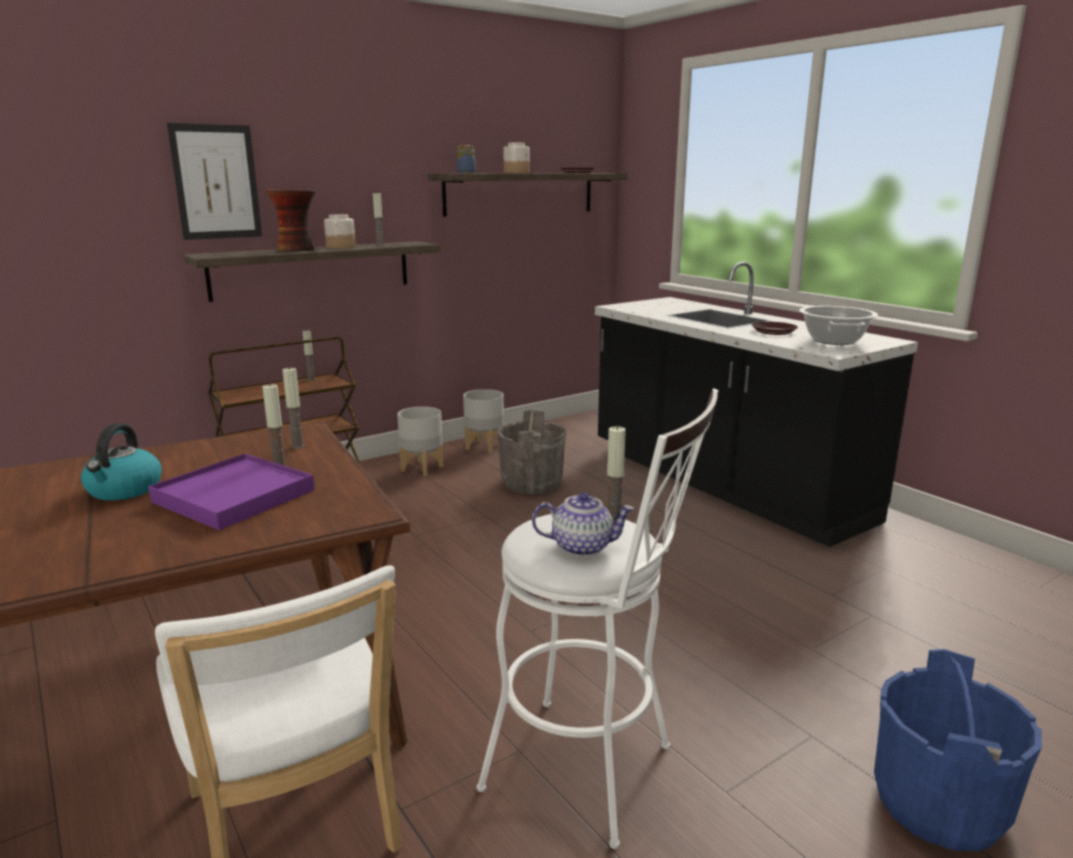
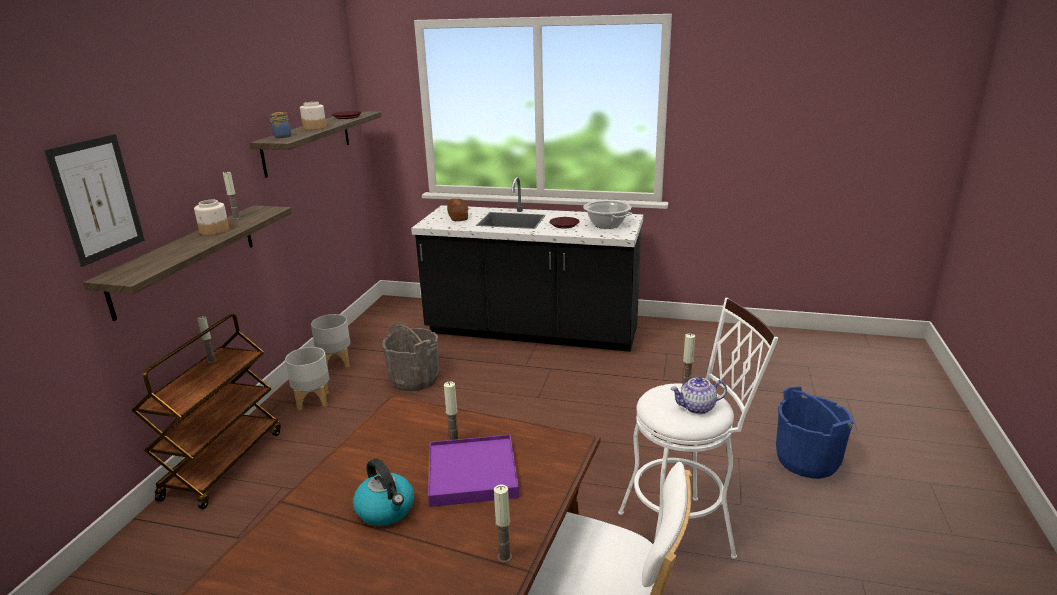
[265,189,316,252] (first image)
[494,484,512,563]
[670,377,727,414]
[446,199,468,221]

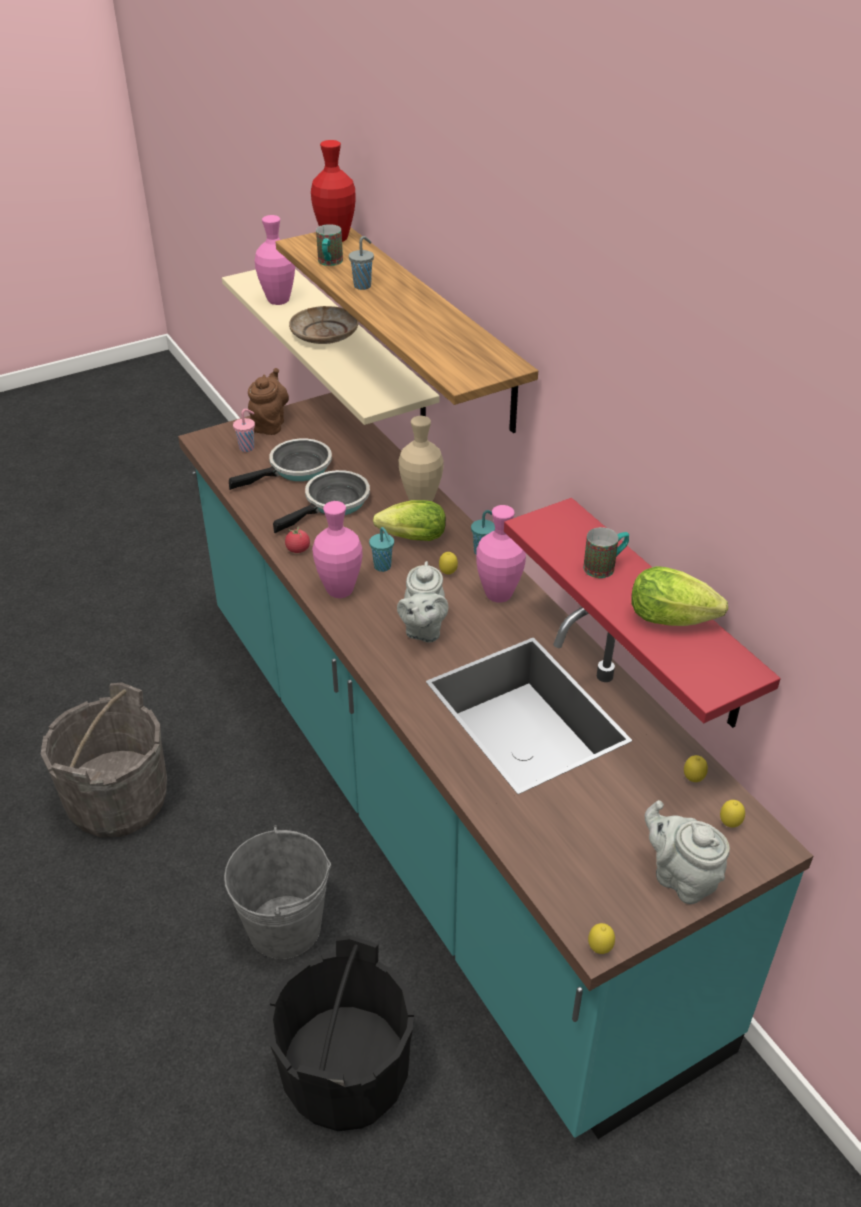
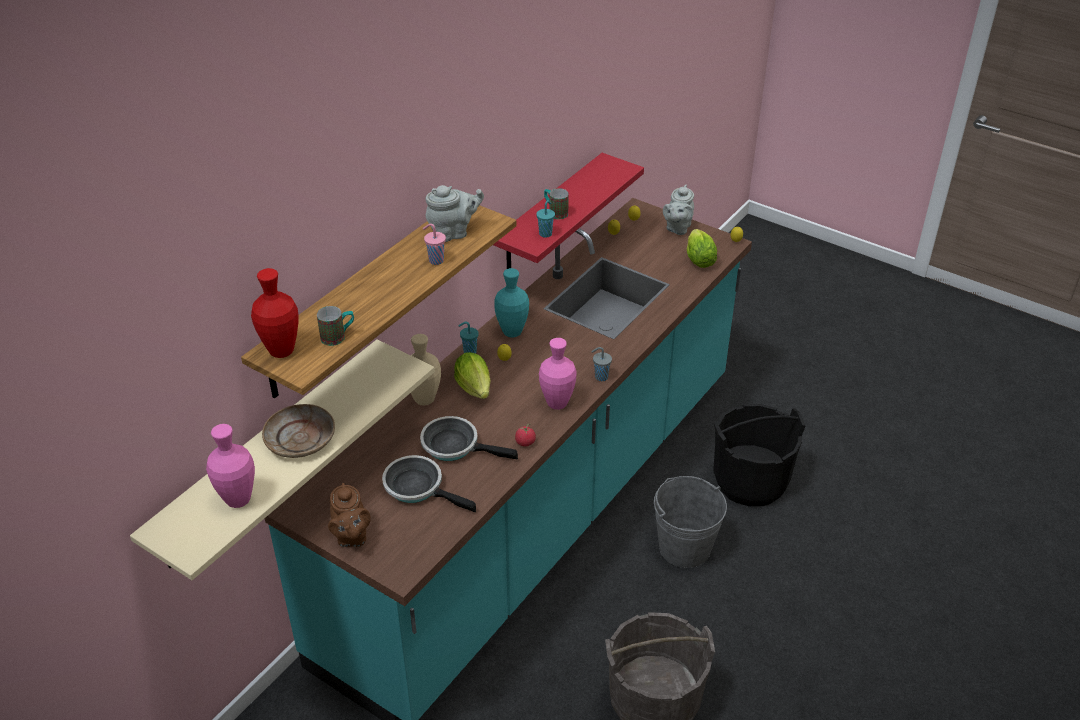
[591,347,612,381]
[328,483,371,547]
[423,224,446,265]
[494,268,529,337]
[536,200,555,238]
[426,185,484,242]
[687,229,717,268]

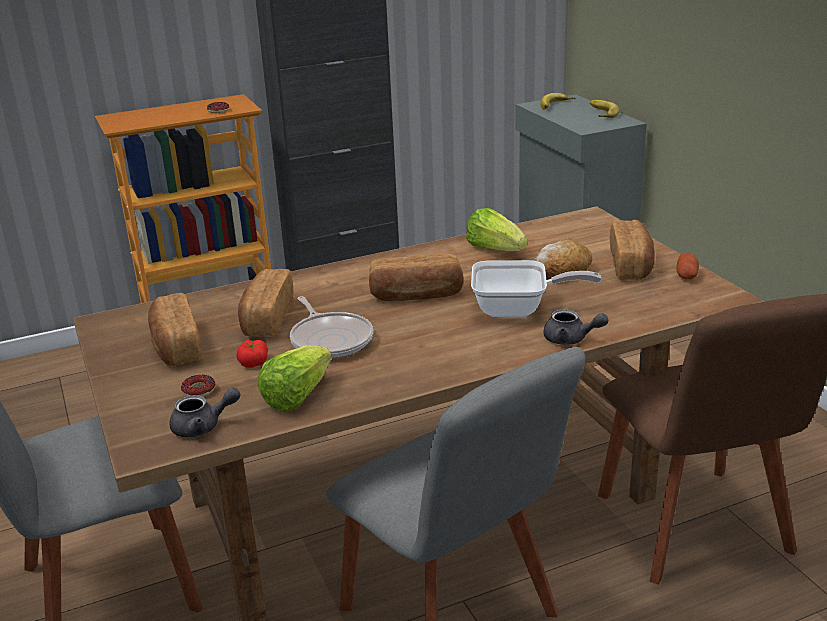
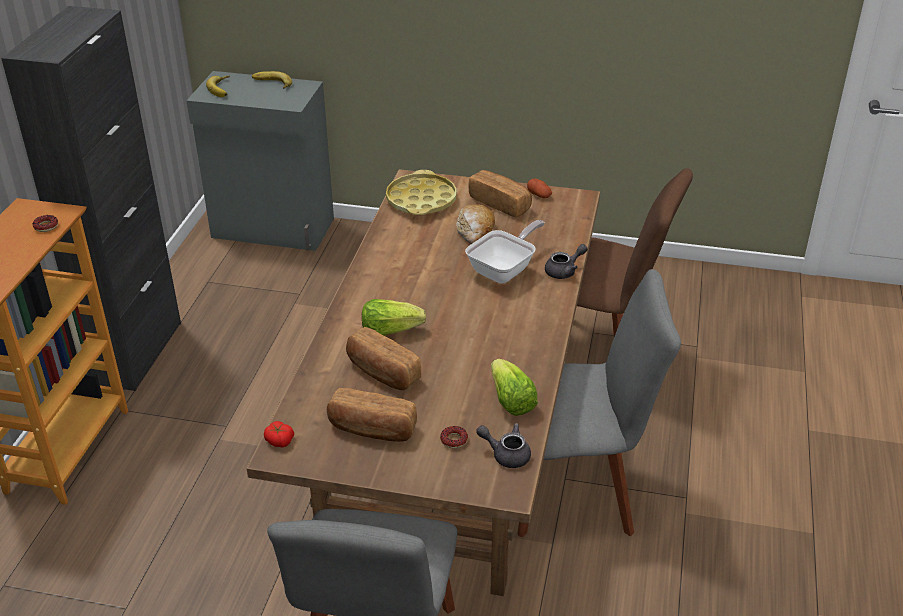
[362,299,426,336]
[369,254,464,301] (first image)
[290,296,373,358] (first image)
[264,421,294,448]
[476,423,531,468]
[386,170,457,215]

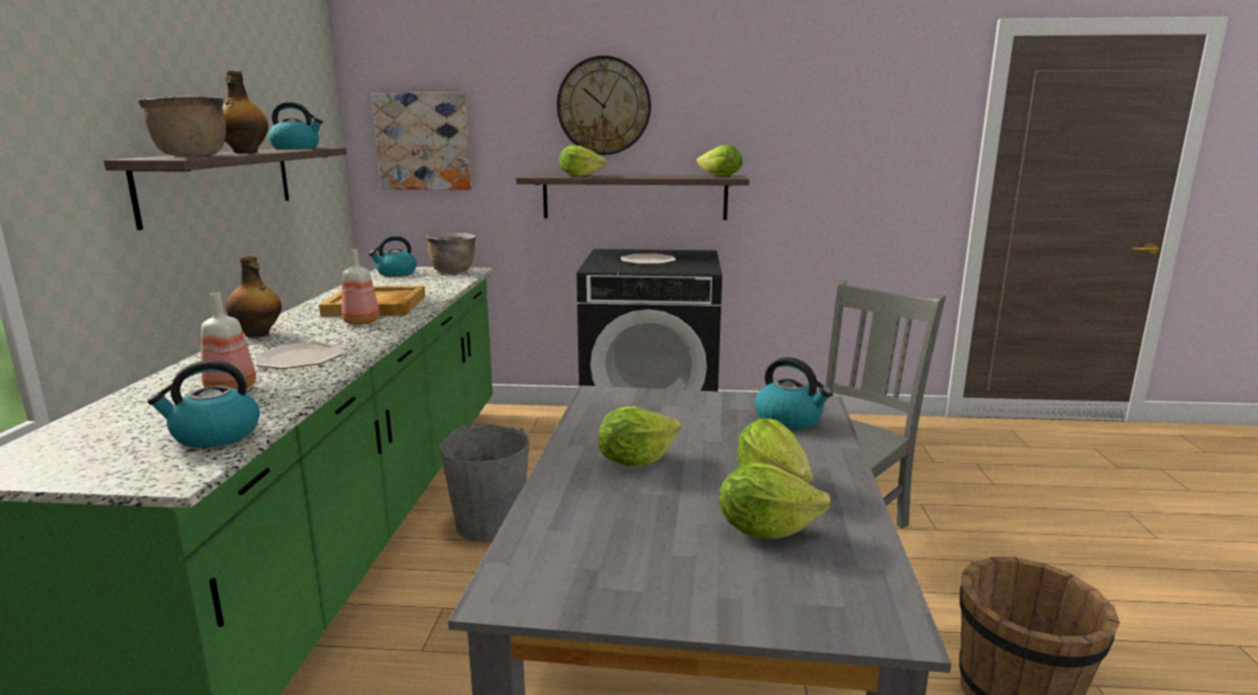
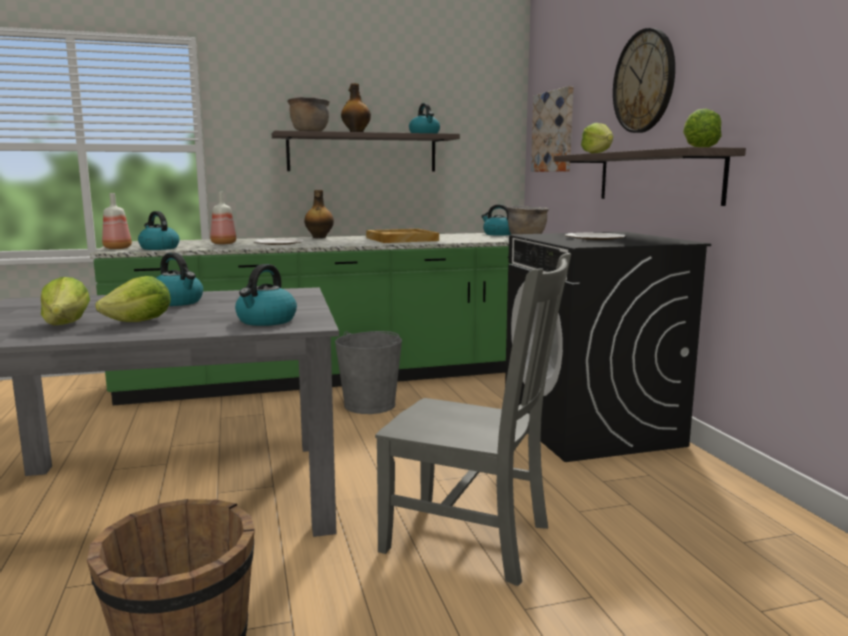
[102,193,132,249]
[156,253,203,306]

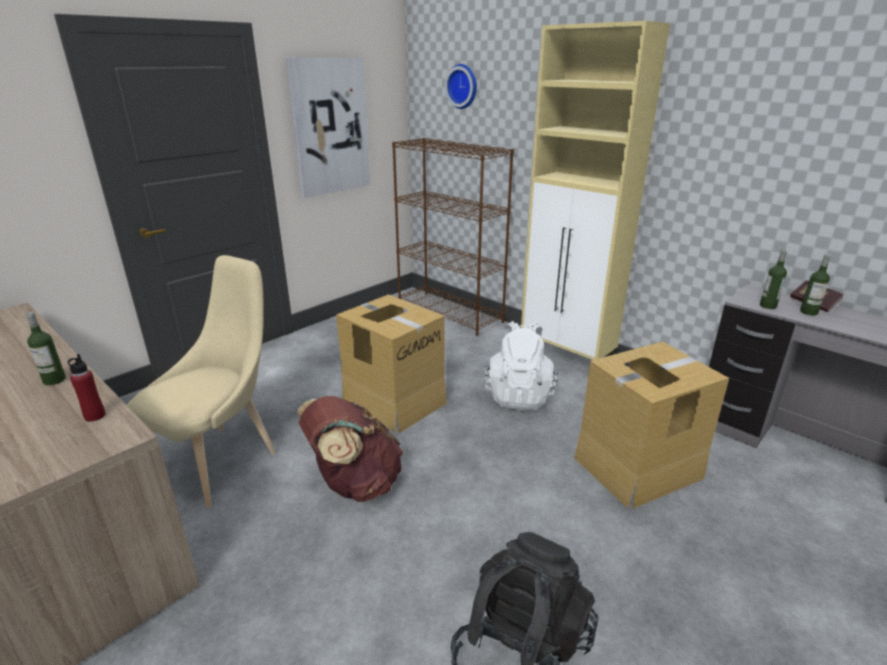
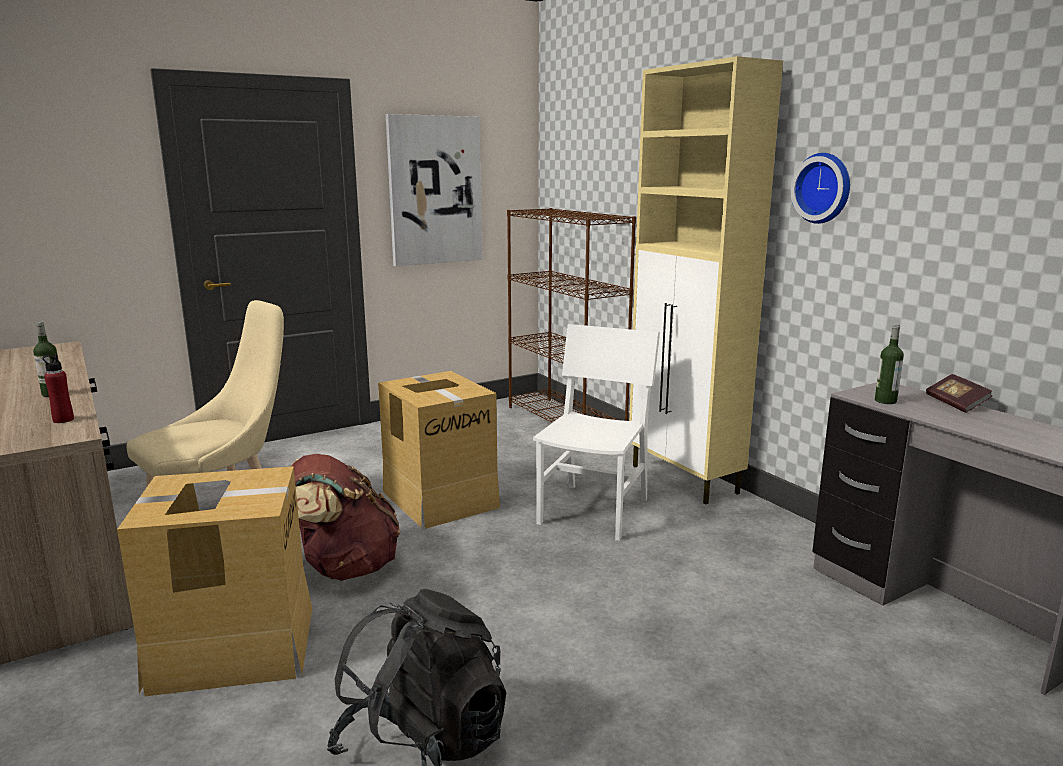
[790,153,850,224]
[800,254,831,315] (first image)
[533,324,660,541]
[117,466,312,696]

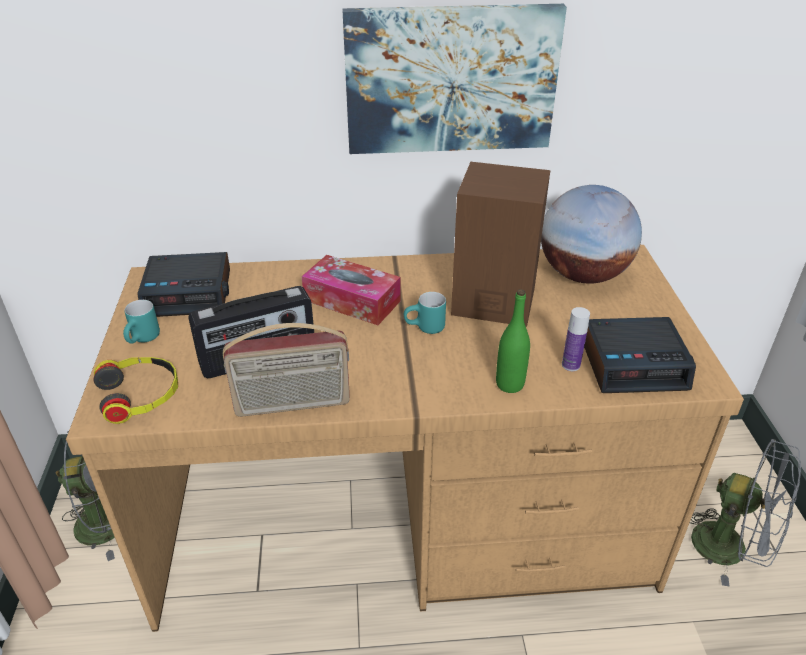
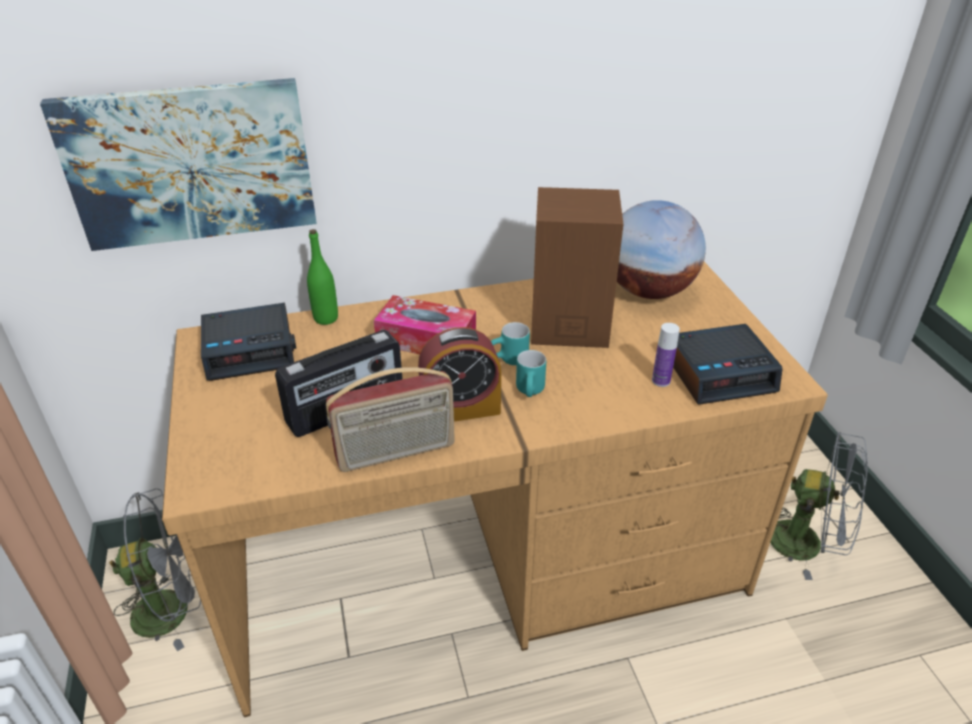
[40,78,317,251]
[307,229,338,325]
[516,350,546,397]
[93,357,178,424] (first image)
[418,327,501,422]

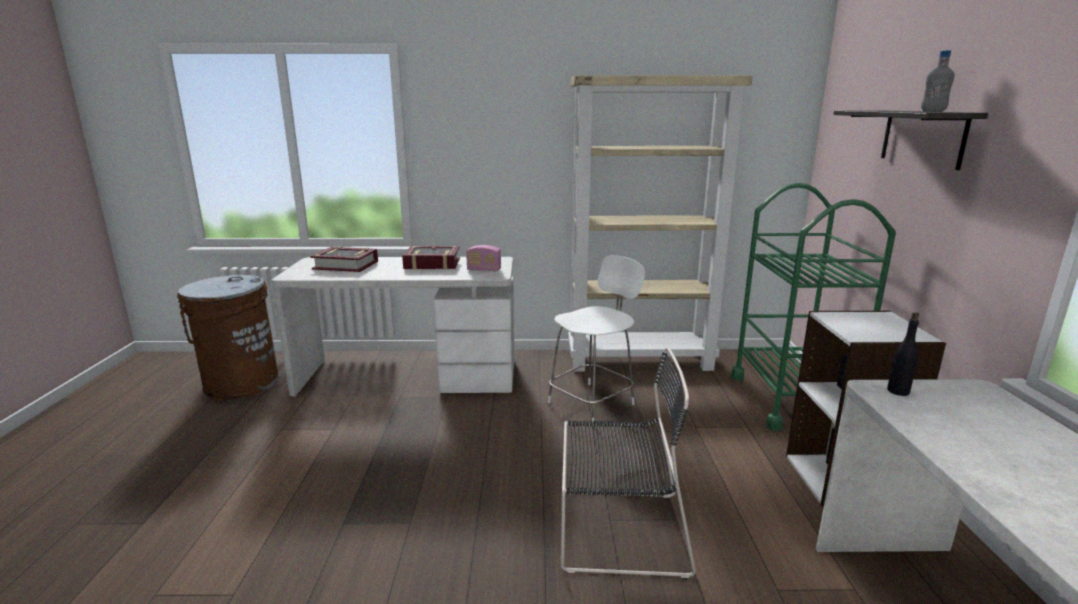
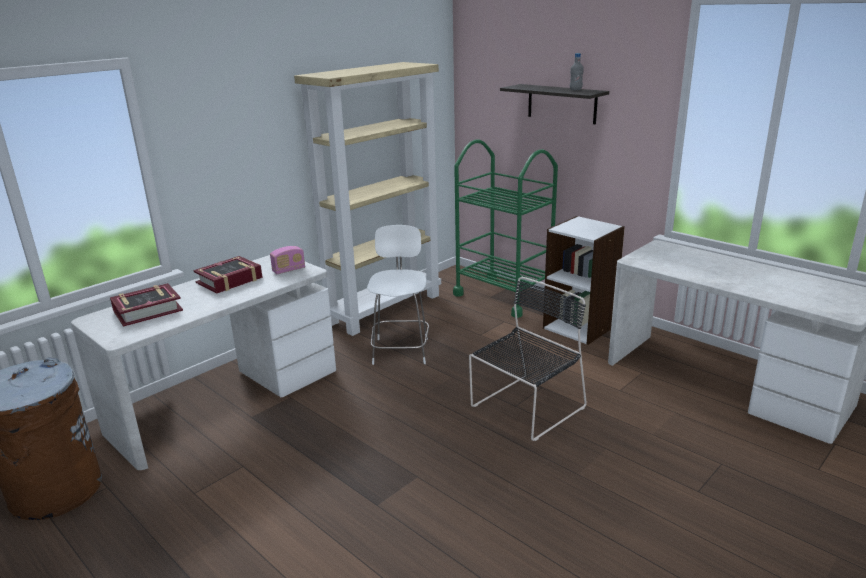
[887,312,919,396] (first image)

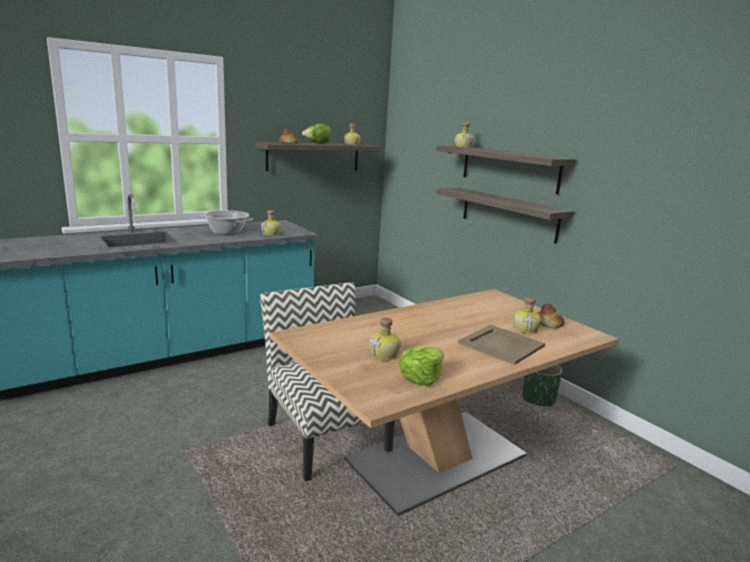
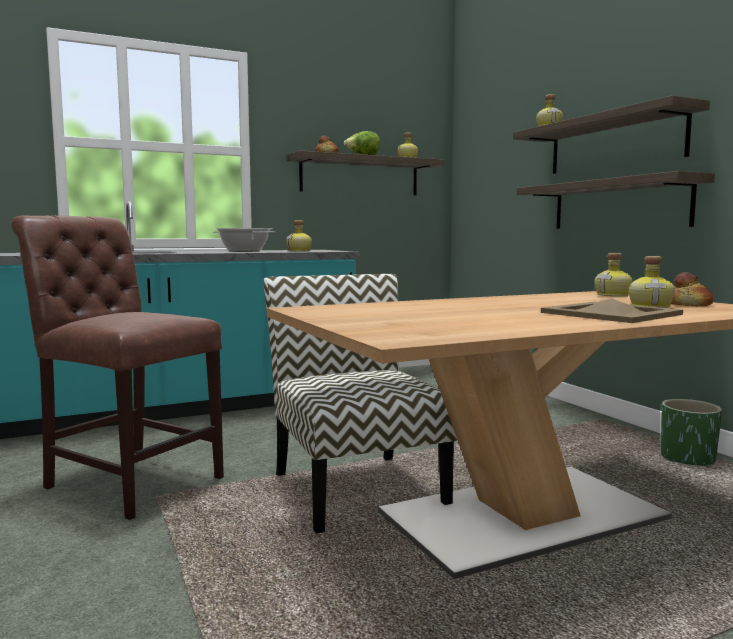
[595,253,632,297]
[399,346,444,386] (first image)
[11,215,224,520]

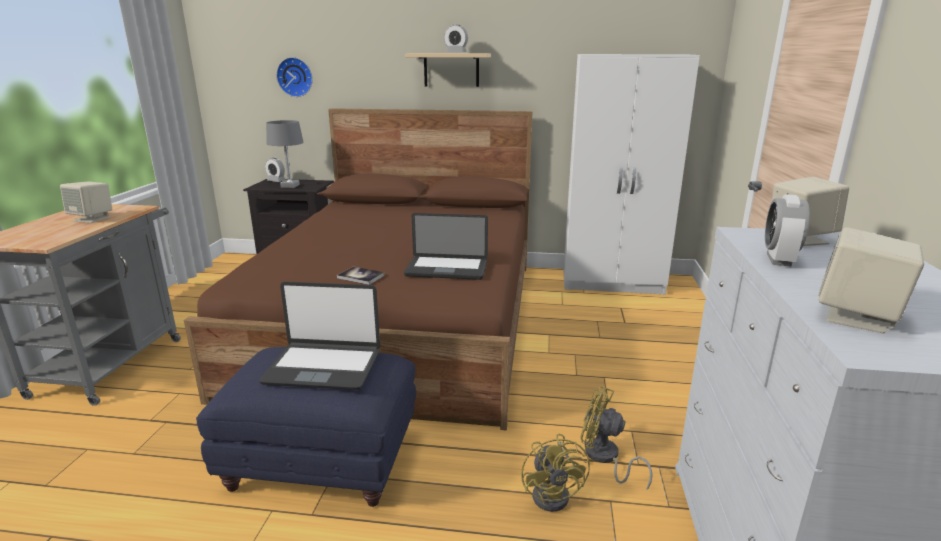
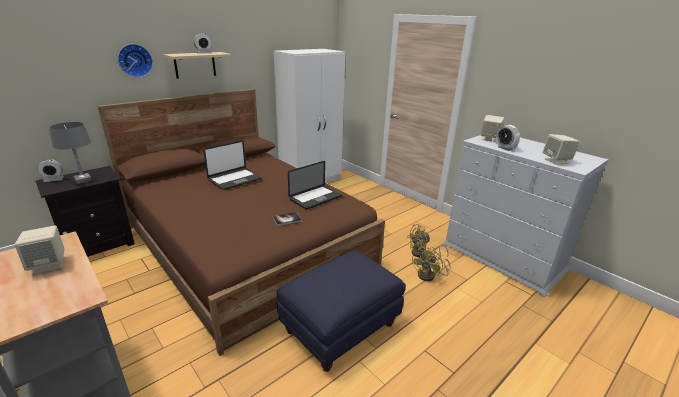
[118,44,153,78]
[203,140,262,190]
[411,247,451,281]

